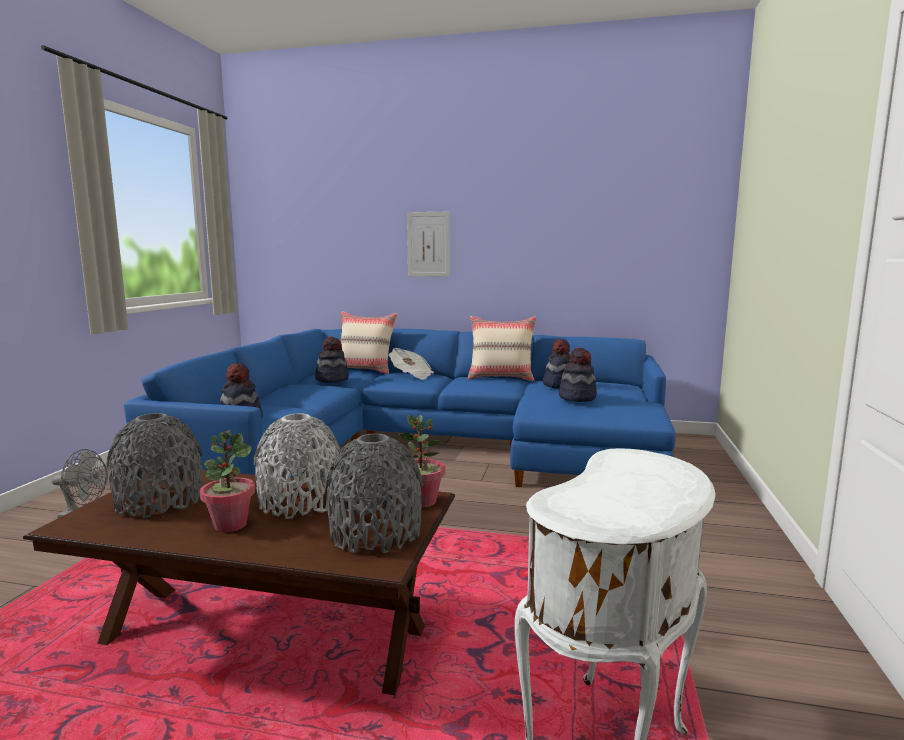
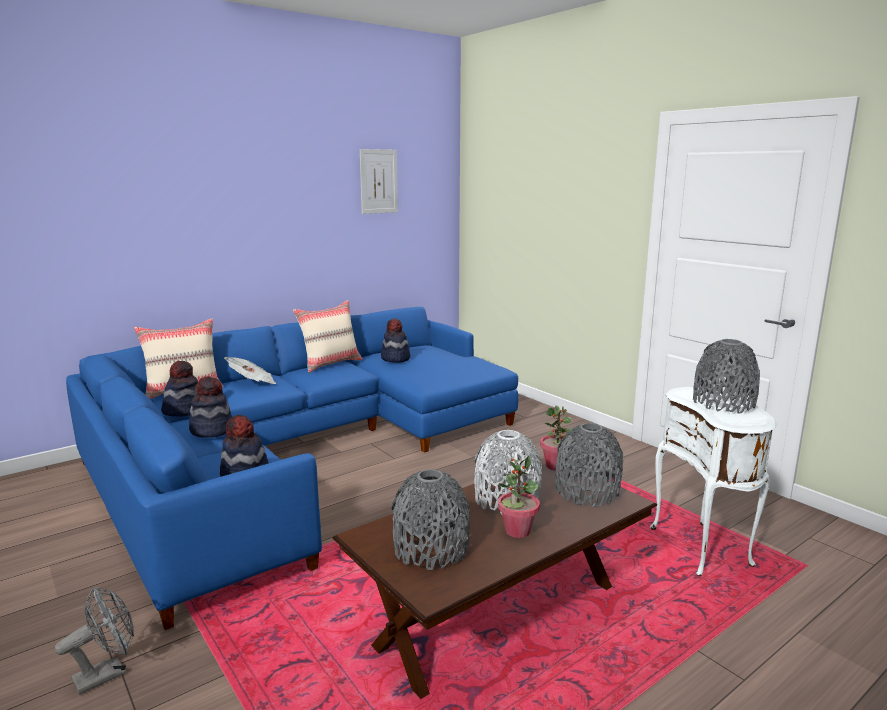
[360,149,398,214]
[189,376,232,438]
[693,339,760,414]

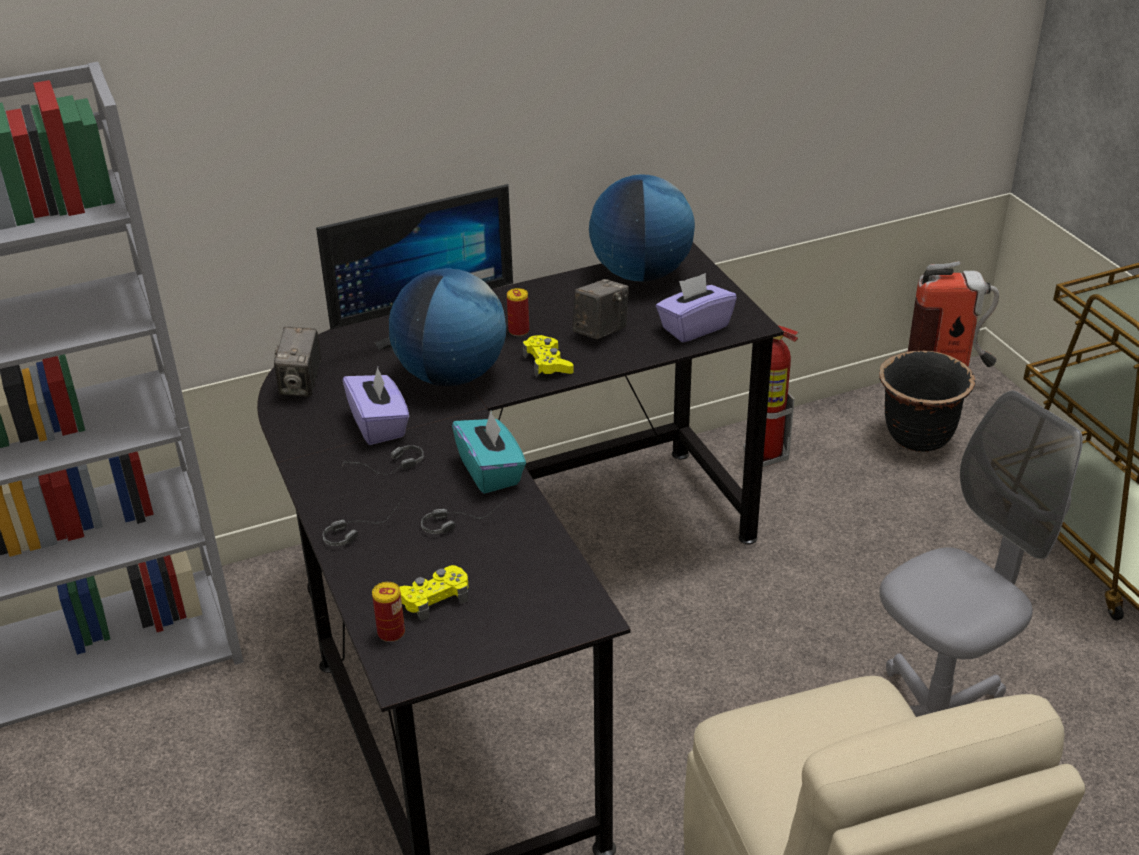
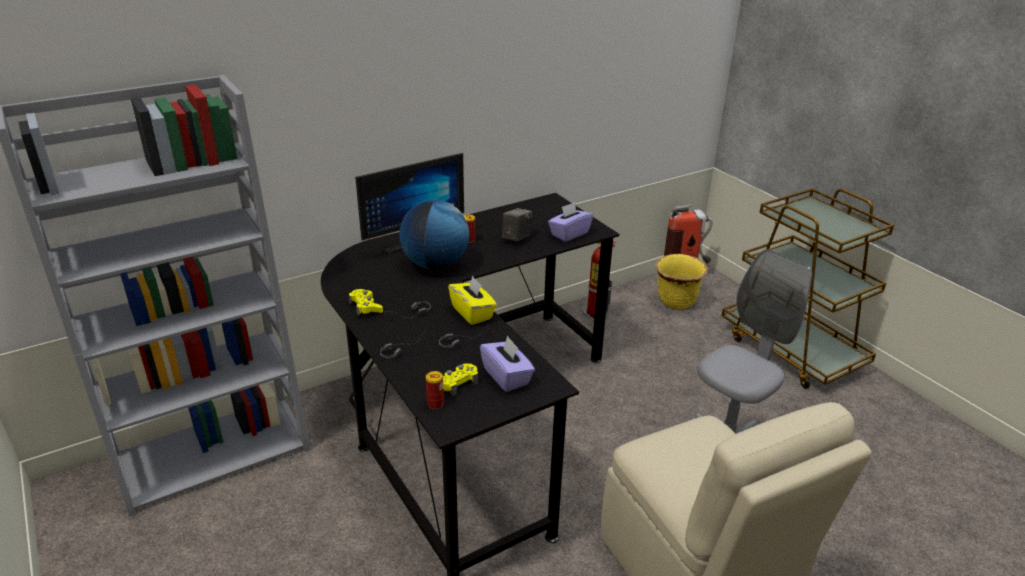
[589,174,695,282] (first image)
[274,326,321,397] (first image)
[349,289,383,316]
[655,254,708,309]
[480,335,535,392]
[448,276,497,325]

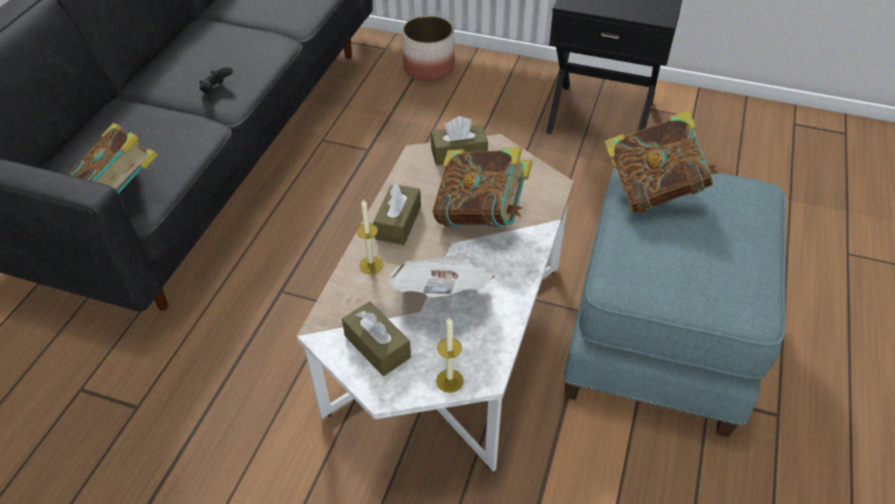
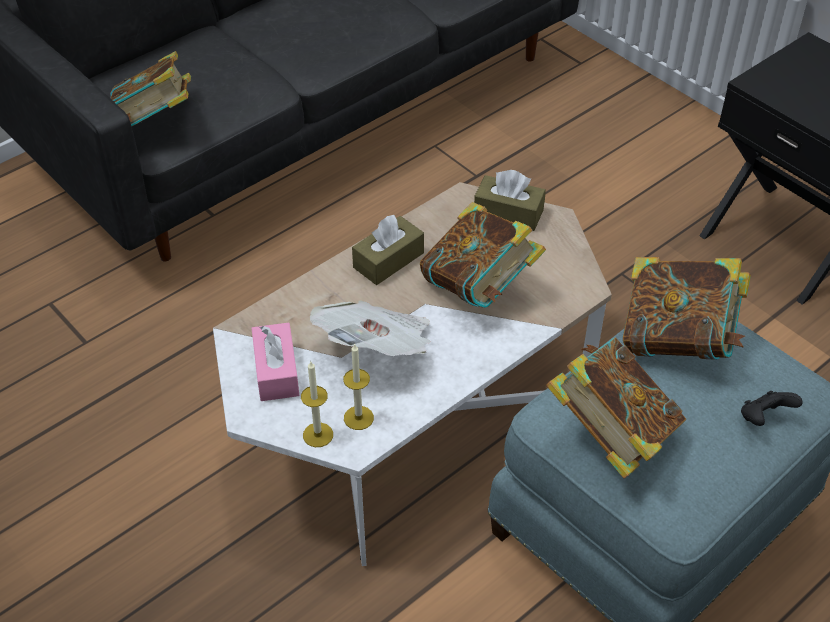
[402,16,455,81] (first image)
[741,391,803,426]
[343,343,374,430]
[252,323,299,401]
[546,337,686,479]

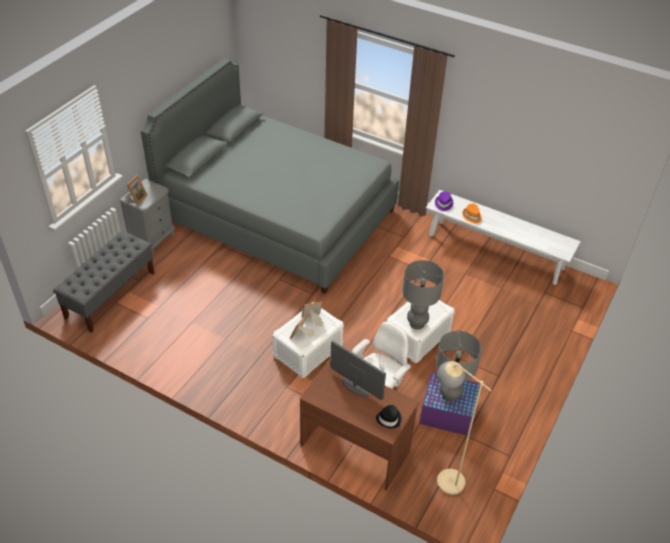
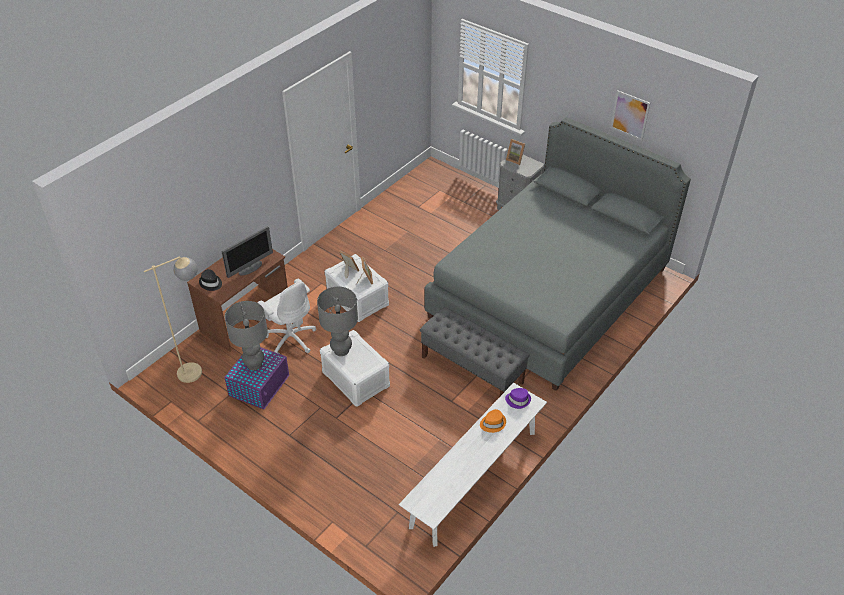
[420,307,530,396]
[611,90,650,141]

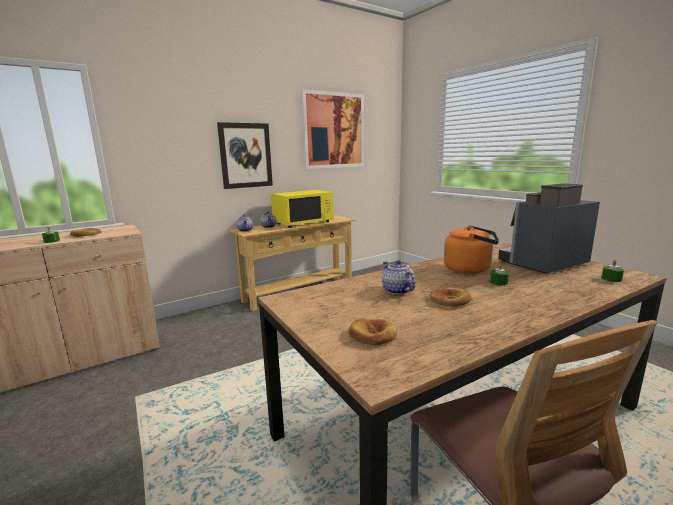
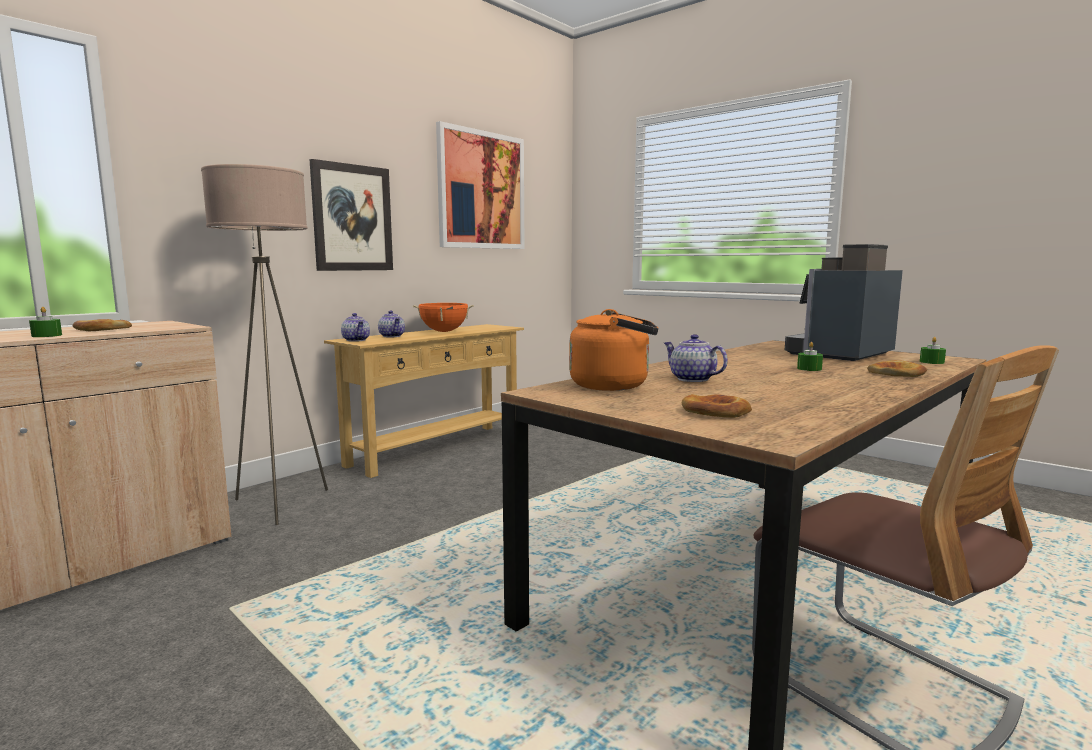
[413,303,474,332]
[569,309,658,391]
[867,360,927,377]
[201,164,328,525]

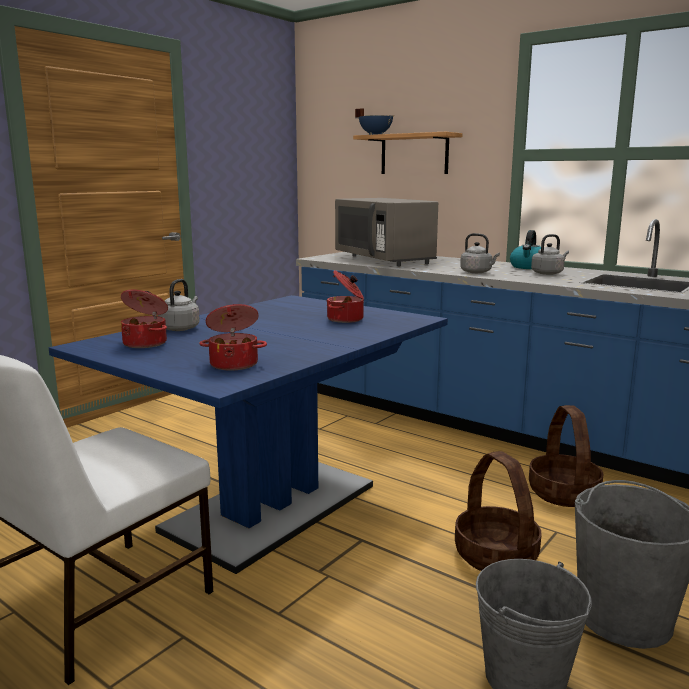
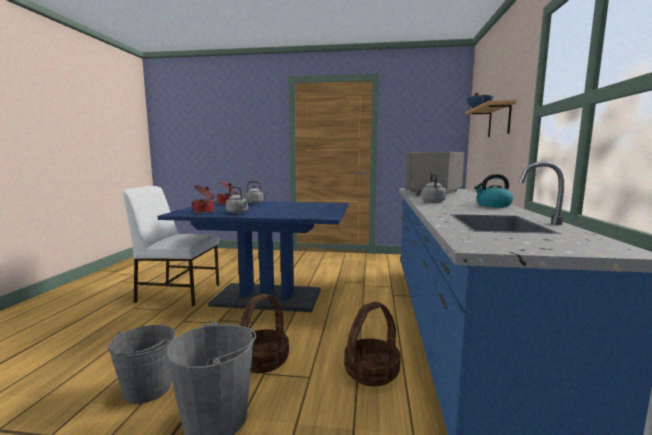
[226,186,249,214]
[327,270,364,323] (first image)

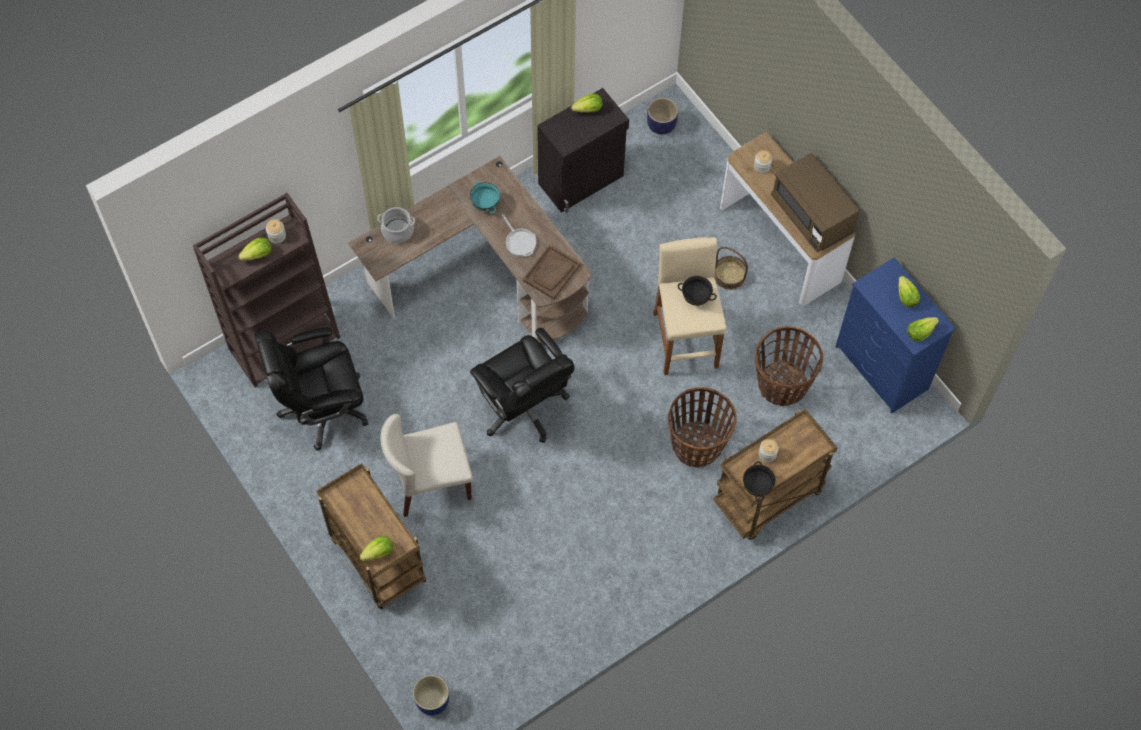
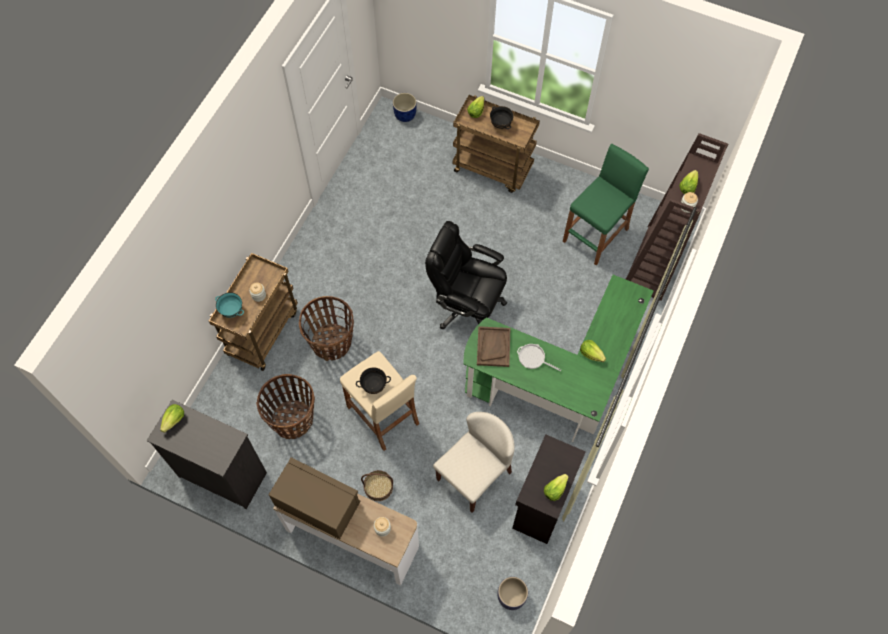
[463,275,654,442]
[215,292,244,318]
[377,207,415,243] (first image)
[146,400,267,509]
[580,340,606,362]
[563,144,649,265]
[433,412,515,513]
[490,106,514,129]

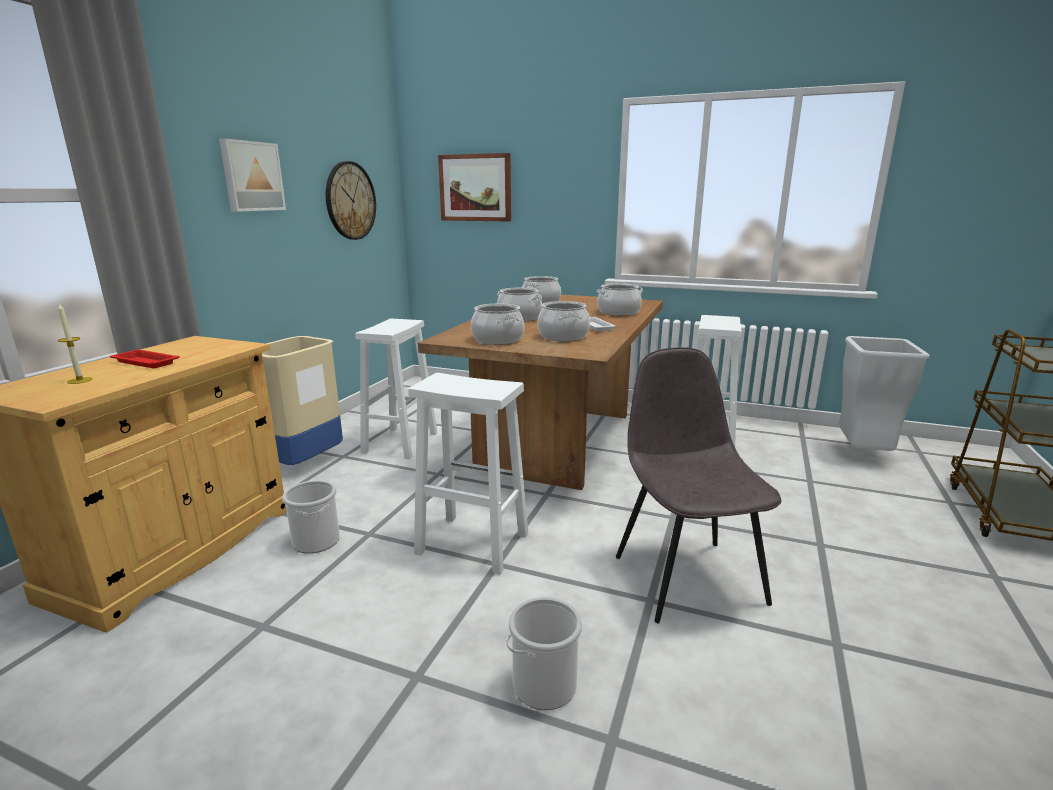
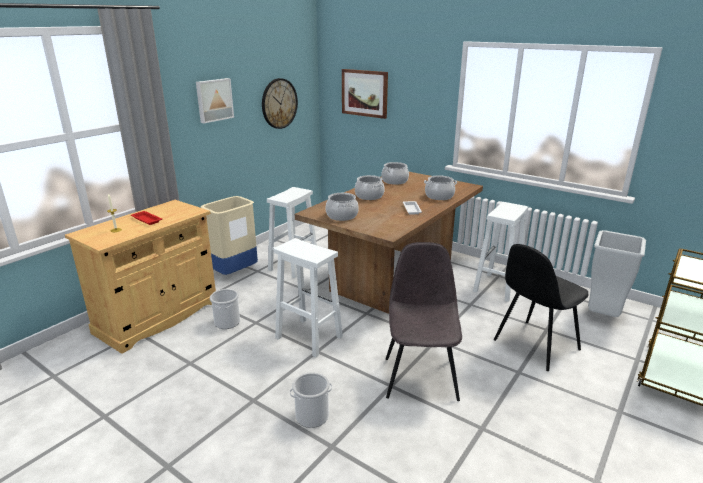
[538,301,590,341] (first image)
[494,244,589,371]

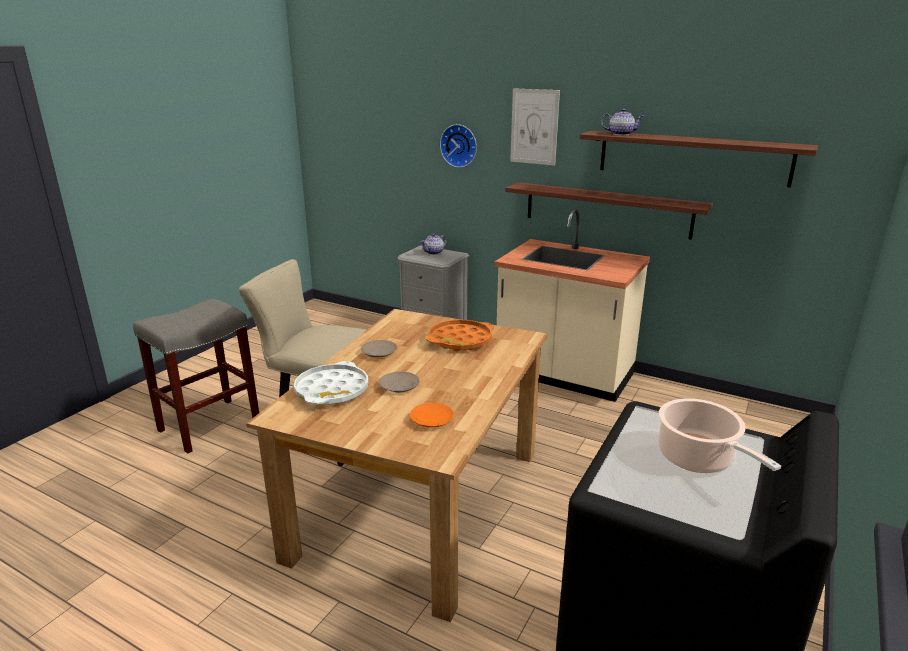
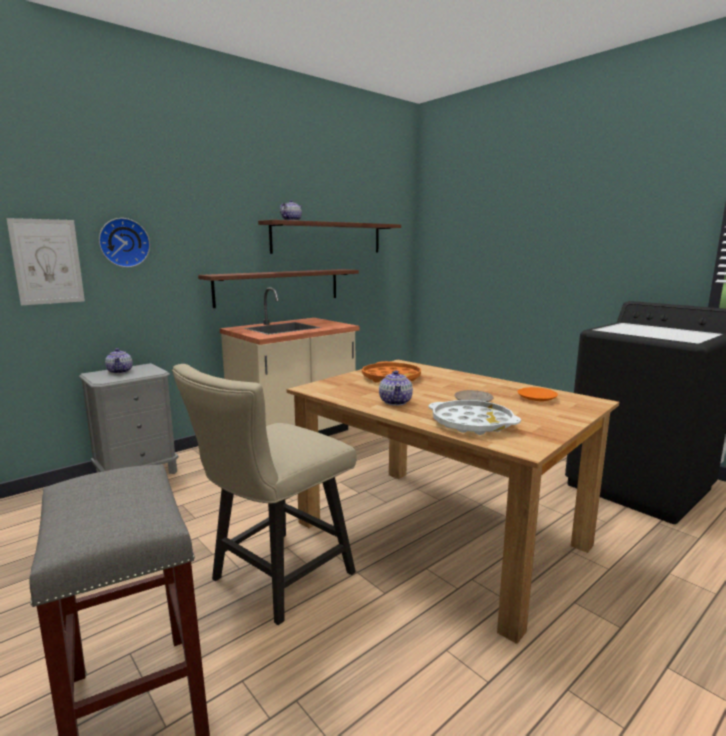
[6,218,85,305]
[379,370,413,406]
[658,398,781,473] (first image)

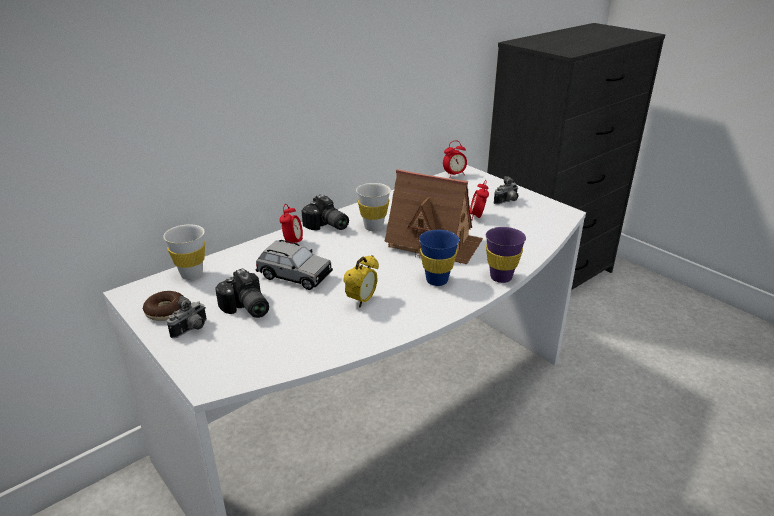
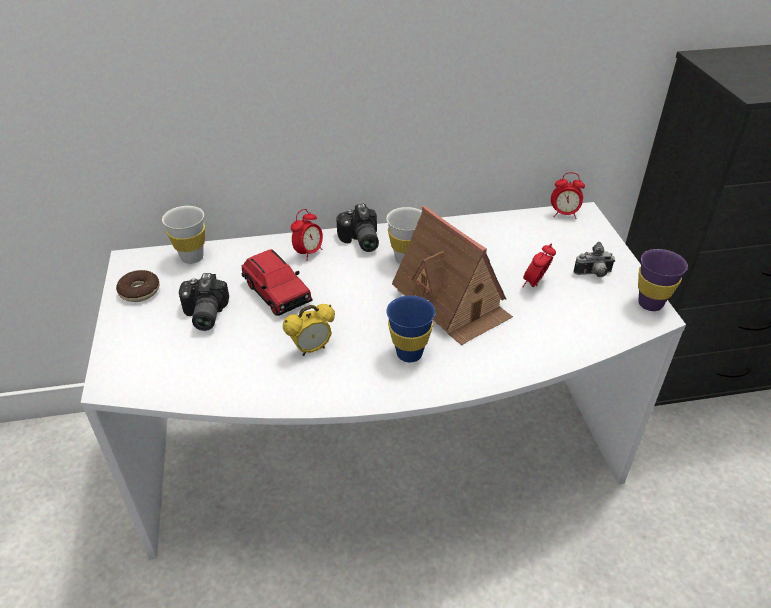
[638,249,688,311]
[241,249,313,316]
[167,296,207,338] (first image)

